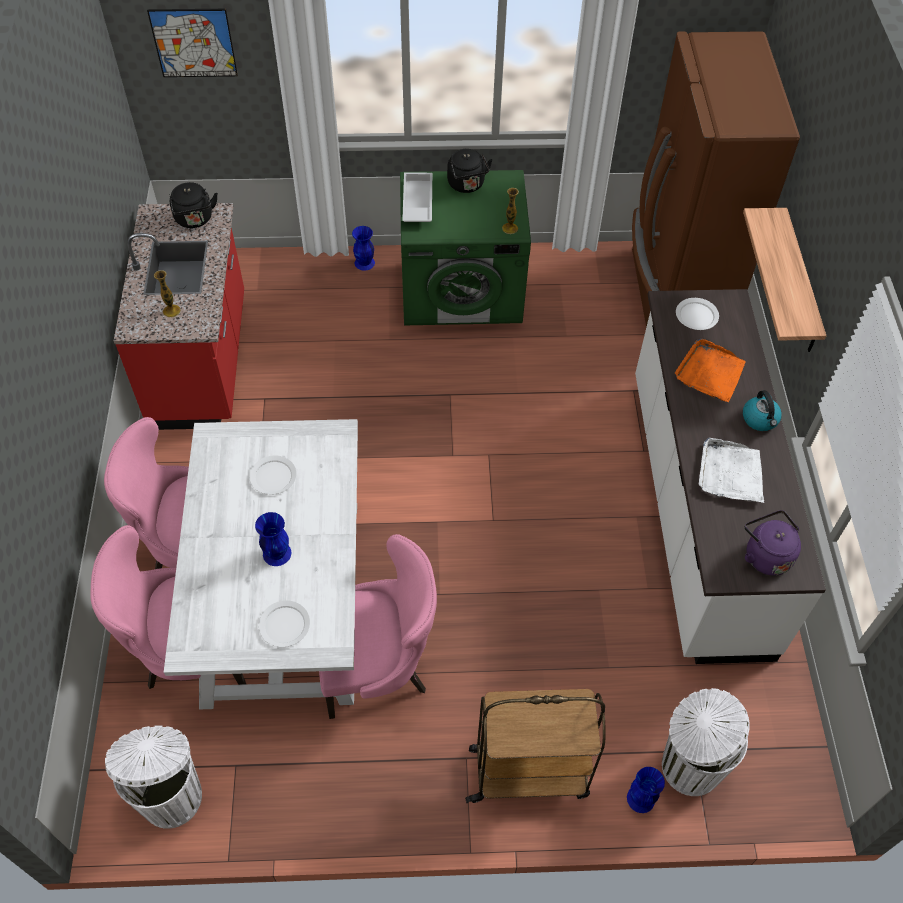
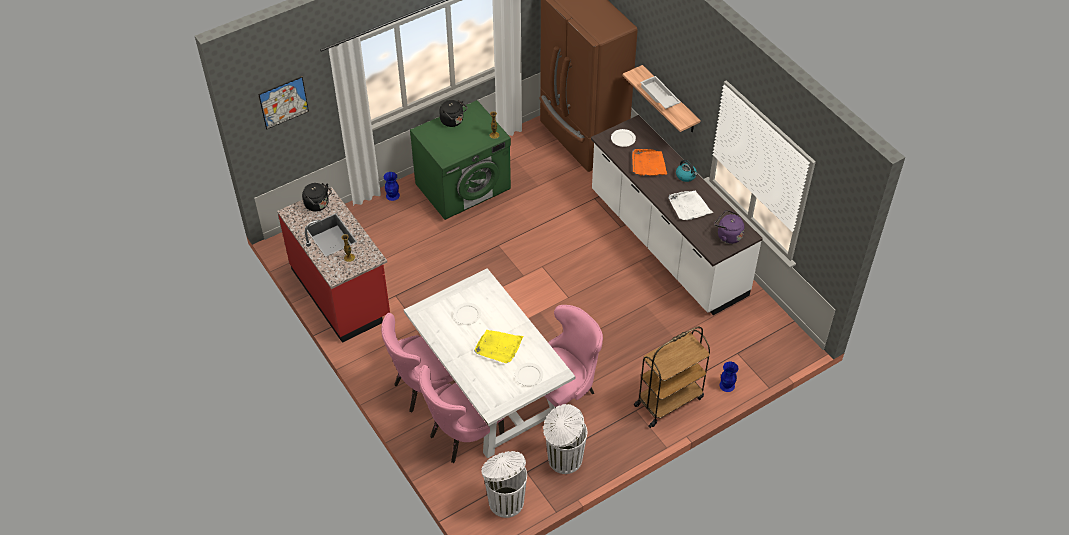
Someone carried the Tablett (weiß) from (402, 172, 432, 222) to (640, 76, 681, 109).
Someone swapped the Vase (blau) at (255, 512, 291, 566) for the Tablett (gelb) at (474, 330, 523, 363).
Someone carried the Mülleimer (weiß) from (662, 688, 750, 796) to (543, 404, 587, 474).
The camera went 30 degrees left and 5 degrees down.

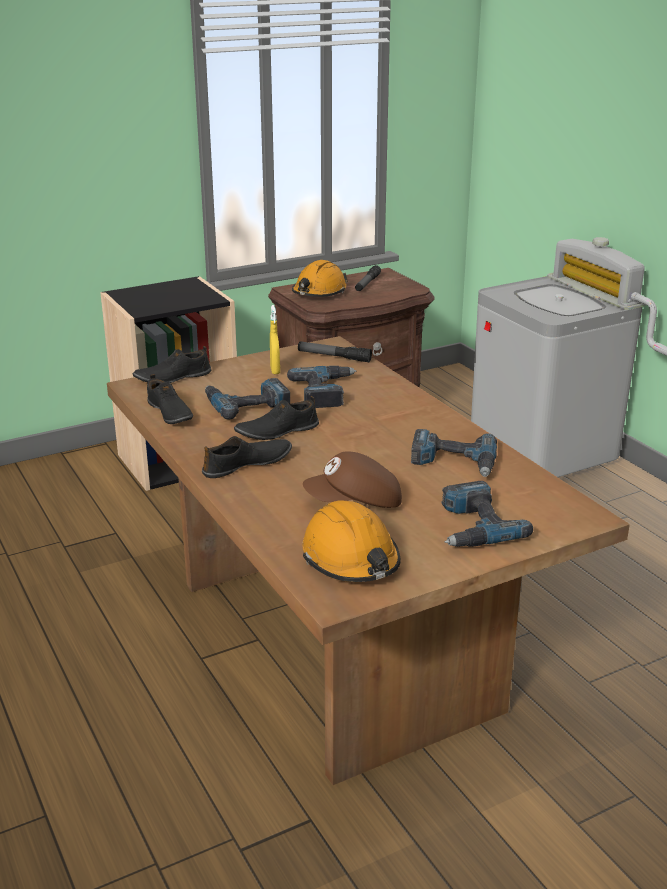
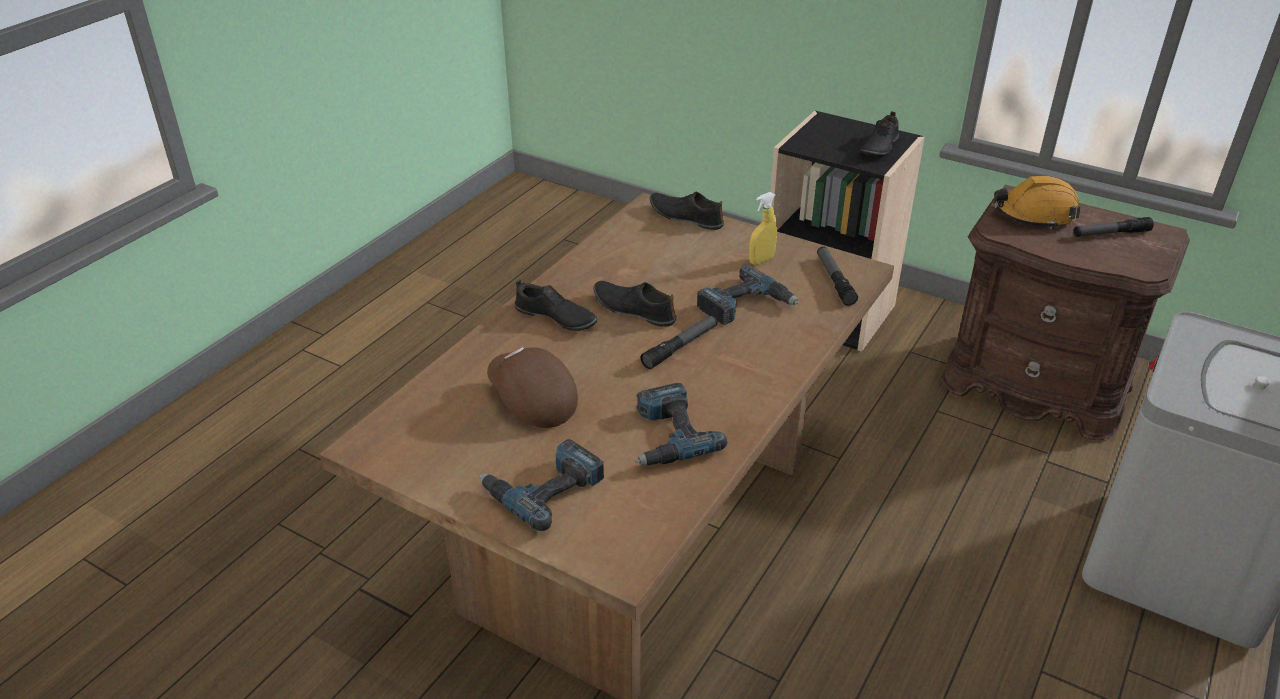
Someone carried the Schuh (schwarz) from (147, 374, 193, 424) to (860, 111, 899, 156).
Someone took away the Bohrmaschine at (205, 378, 290, 419).
Someone took away the Schutzhelm (orange) at (303, 500, 401, 582).
Someone put down the Taschenlampe at (640, 315, 718, 369).
The camera went 60 degrees right and 10 degrees up.

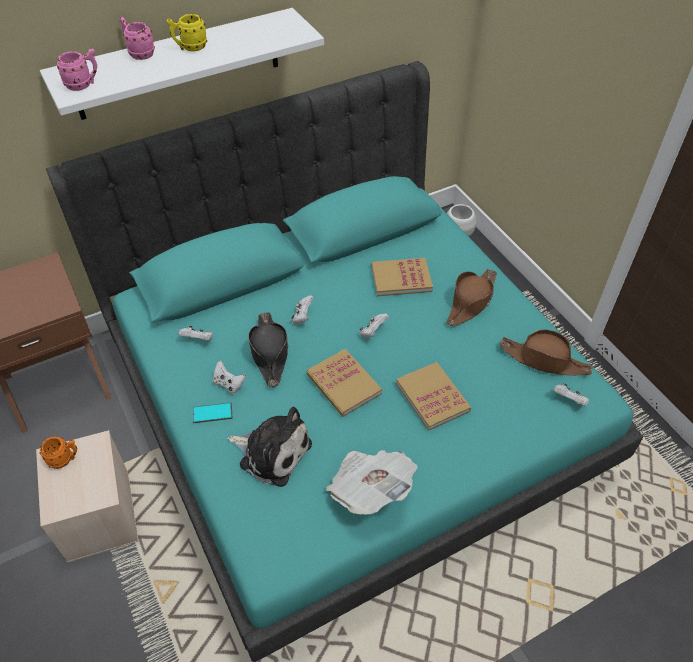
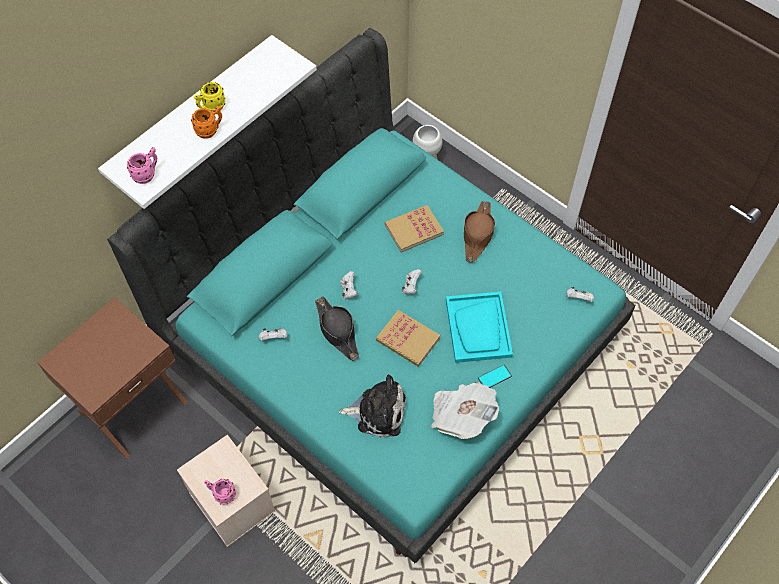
Someone carried the Henkelbecher (rosa) from (119, 17, 155, 60) to (204, 479, 236, 505).
Someone took away the Hut (braun) at (500, 330, 593, 375).
Someone took away the Gamepad (weiß) at (213, 361, 246, 394).
Someone swapped the Buch at (396, 362, 471, 431) for the Tablett (türkis) at (446, 292, 513, 363).
Someone carried the Handy from (193, 402, 232, 423) to (478, 364, 512, 388).
Someone carried the Henkelbecher (orange) from (39, 437, 77, 469) to (191, 105, 222, 139).
The camera went 20 degrees left and 10 degrees up.

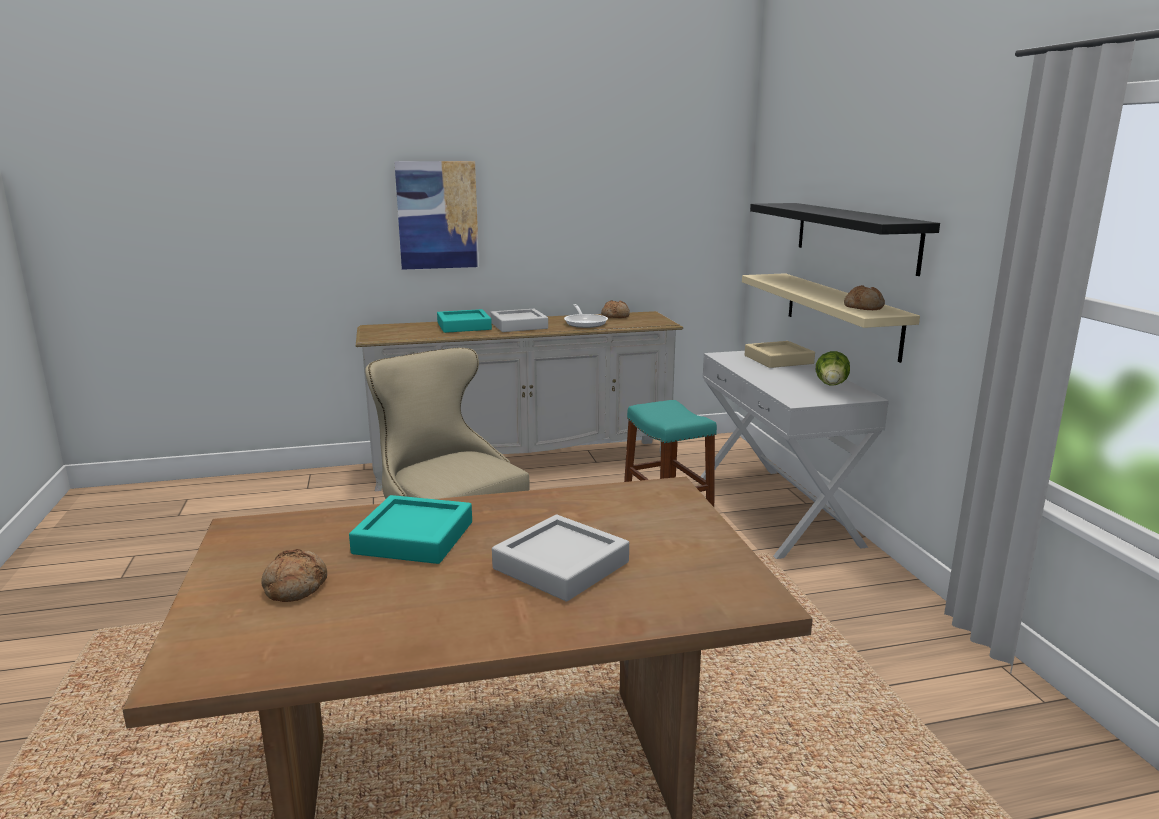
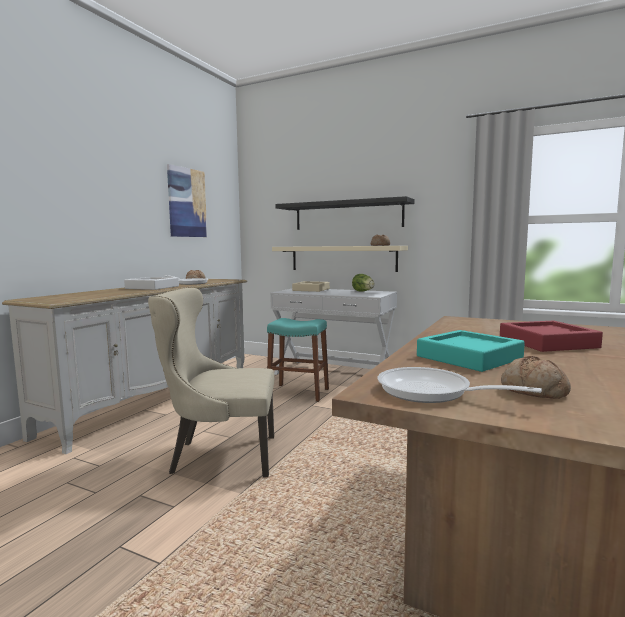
Someone carried the Bild from (394, 161, 479, 270) to (167, 164, 207, 237).
Someone took away the Tablett (türkis) at (437, 309, 492, 333).
Someone repainted the Tablett (grau) at (492, 515, 629, 601), which became the Tablett (rot) at (500, 320, 603, 352).
Someone put down the Pfanne at (378, 367, 542, 403).
The camera went 50 degrees left and 10 degrees down.

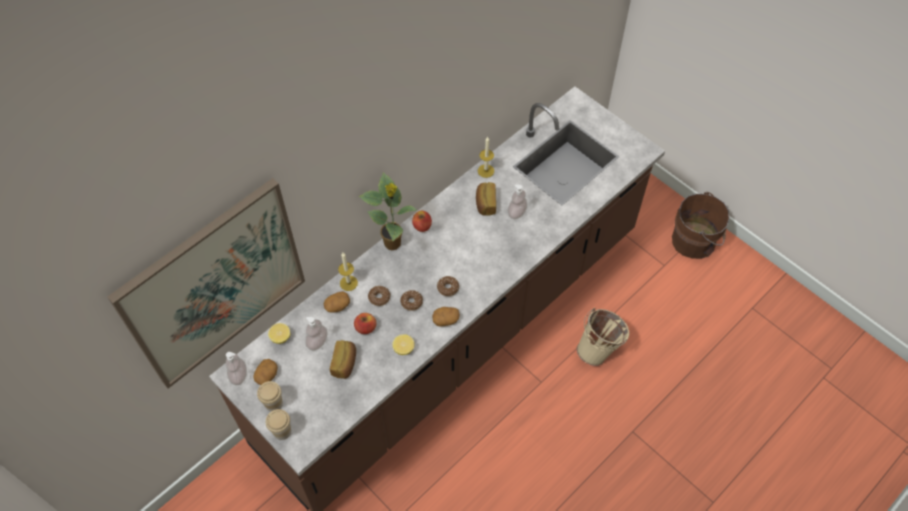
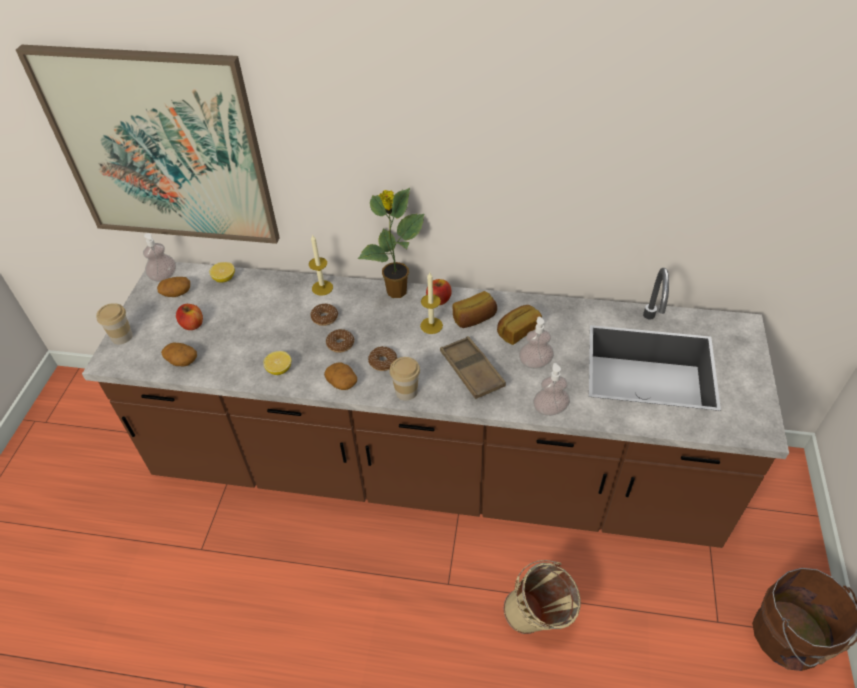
Someone carried the Kerze from (478, 137, 494, 178) to (420, 272, 443, 334).
Someone carried the Kartoffel from (324, 291, 350, 313) to (161, 342, 197, 366).
Someone carried the Apfel from (354, 313, 376, 334) to (176, 304, 203, 330).
Someone carried the Seifenspender from (305, 317, 327, 351) to (533, 363, 570, 416).
Someone carried the Brot from (330, 340, 356, 379) to (453, 291, 497, 328).
Someone carried the Tasse from (257, 381, 283, 412) to (390, 357, 420, 400).
Someone put down the Tablett (braun) at (440, 336, 506, 399).
The camera went 55 degrees right and 10 degrees down.

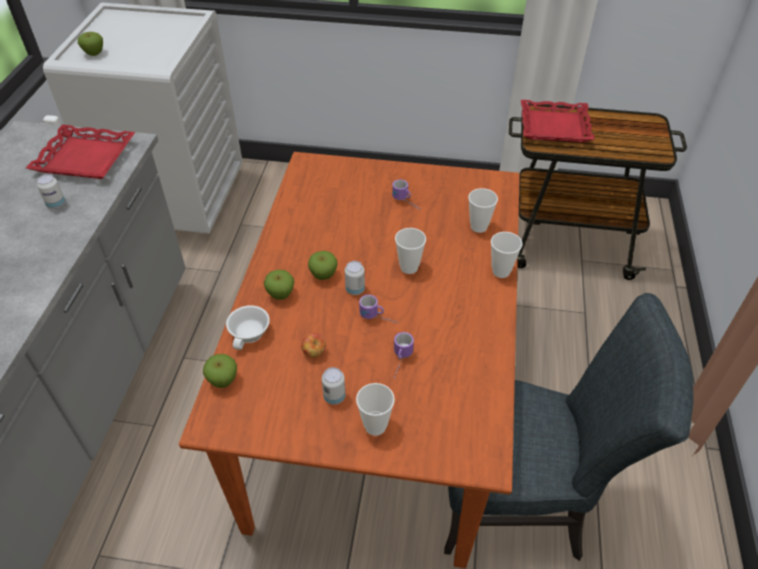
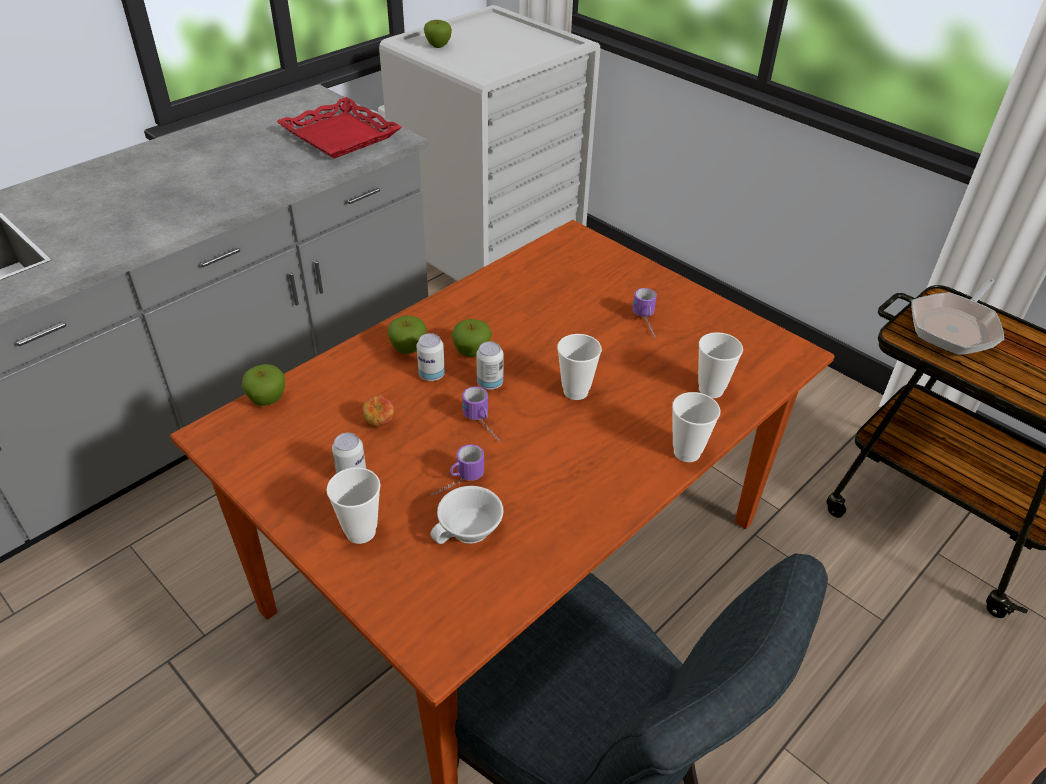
Someone swapped the Tablett (rot) at (521, 100, 595, 142) for the Pfanne at (911, 278, 1004, 355).
Someone carried the Dose from (37, 174, 65, 209) to (417, 333, 445, 381).
Someone carried the Tasse (weiß) from (226, 305, 270, 350) to (430, 486, 503, 544).
The camera went 35 degrees right and 5 degrees down.

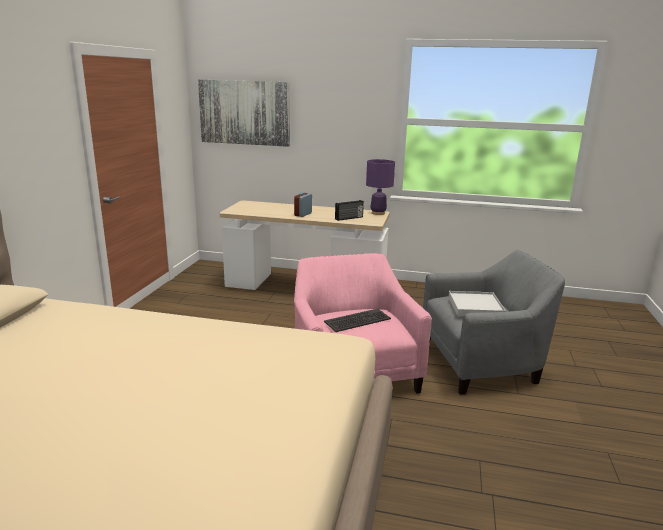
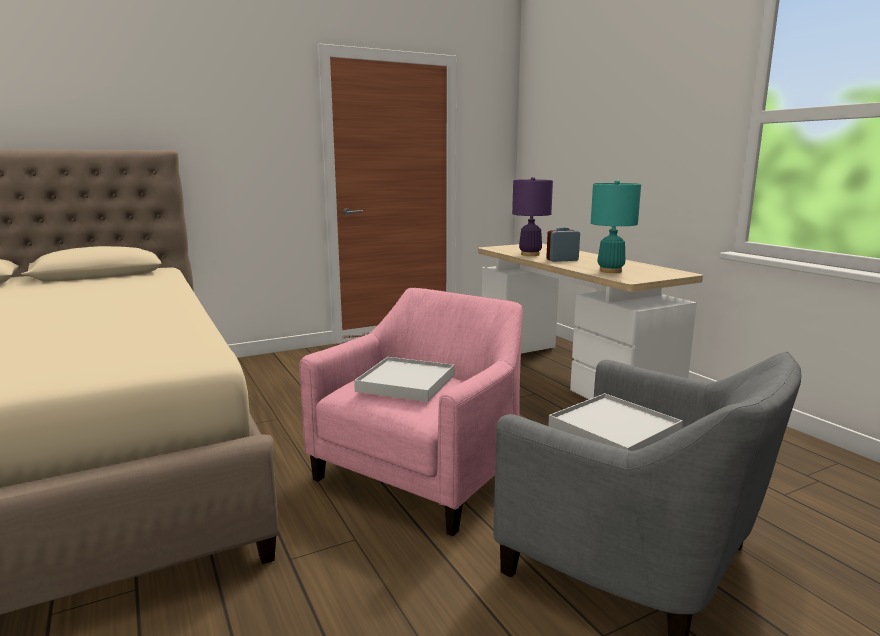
Someone took away the Bild at (198, 80, 290, 147).
Someone carried the Tischlampe (lila) from (366, 159, 395, 215) to (512, 177, 553, 256).
Someone swapped the Radio at (335, 200, 364, 221) for the Tischlampe (türkis) at (591, 180, 641, 273).
Someone swapped the Tastatur at (324, 309, 391, 332) for the Tablett (weiß) at (354, 357, 454, 402).
The camera went 50 degrees right and 5 degrees down.

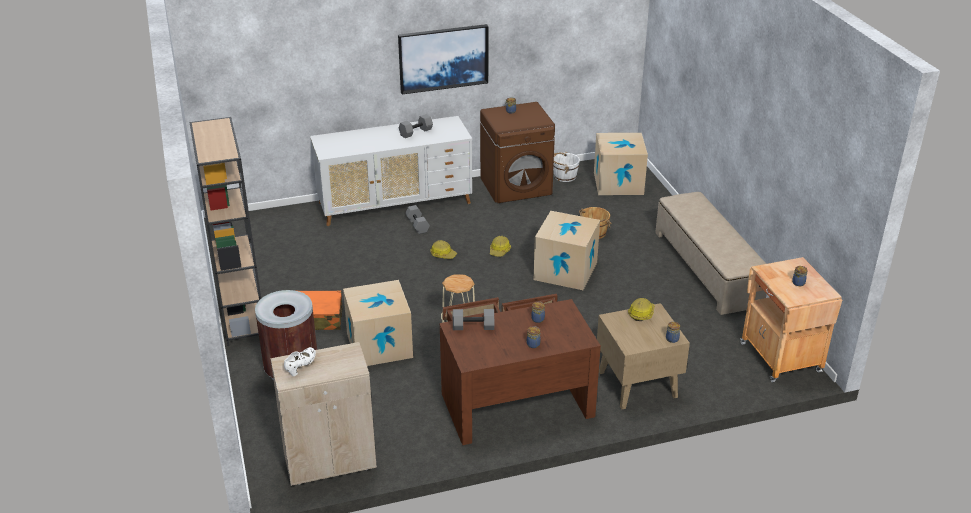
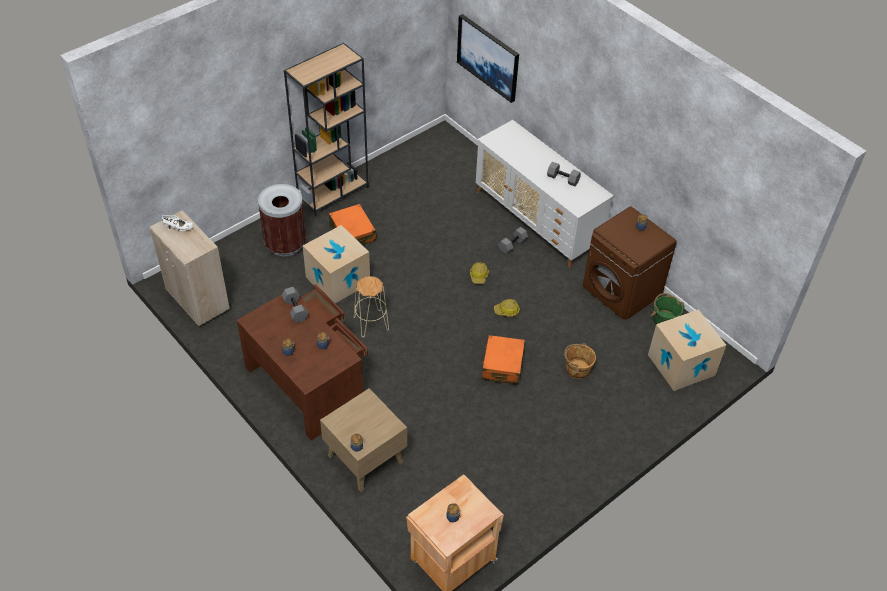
Someone carried the Bild from (398, 24, 488, 94) to (457, 14, 519, 103).
Someone repainted the Eimer (weiß) at (553, 152, 580, 182), which became the Eimer (grün) at (650, 293, 685, 324).
Someone took away the Bank (beige) at (655, 192, 767, 315).
Someone swapped the Karton at (534, 211, 600, 290) for the Koffer (orange) at (482, 335, 525, 384).
Someone took away the Schutzhelm at (628, 298, 655, 321).
The camera went 65 degrees right and 15 degrees up.

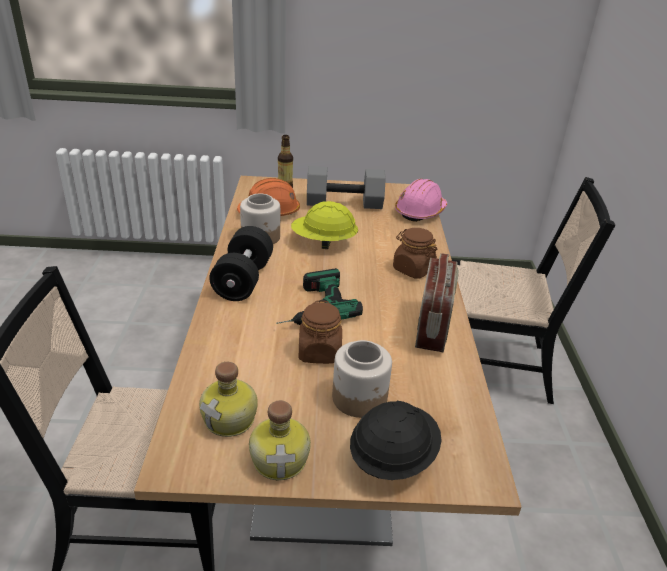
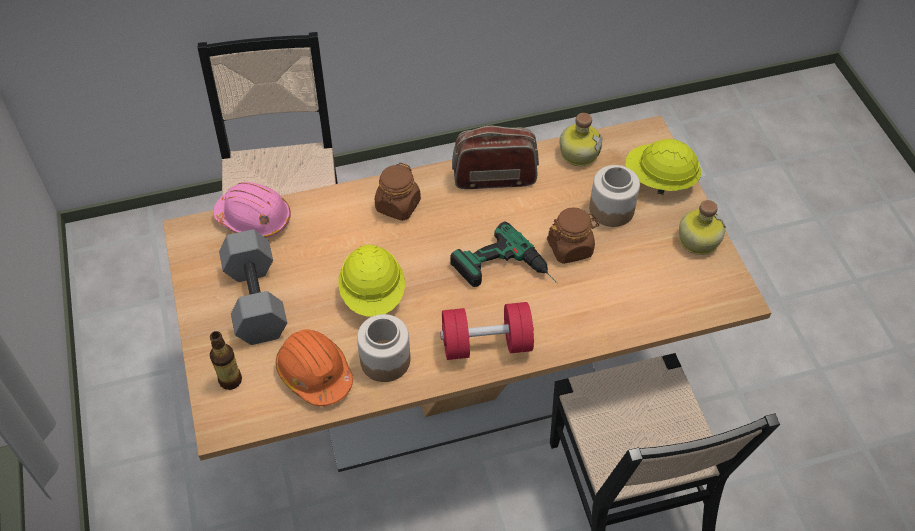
Someone repainted the Hantel (schwarz) at (209, 226, 273, 301), which became the Hantel (rot) at (440, 302, 534, 360).
Someone carried the Flasche from (199, 362, 258, 437) to (559, 113, 602, 166).
Someone repainted the Schutzhelm (schwarz) at (350, 401, 442, 480), which became the Schutzhelm (gelb) at (625, 139, 701, 195).
The camera went 105 degrees left and 20 degrees up.

